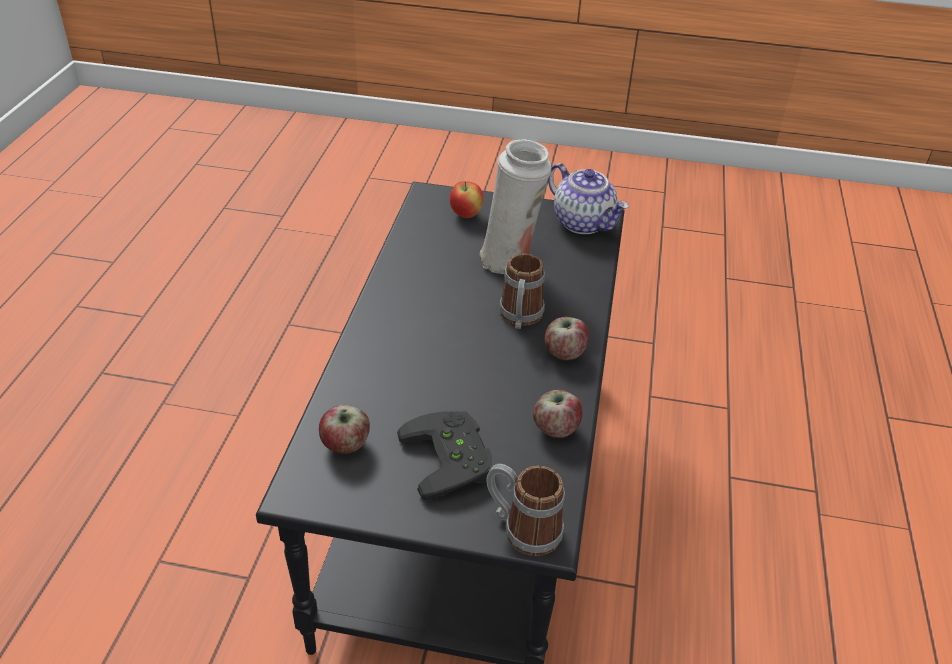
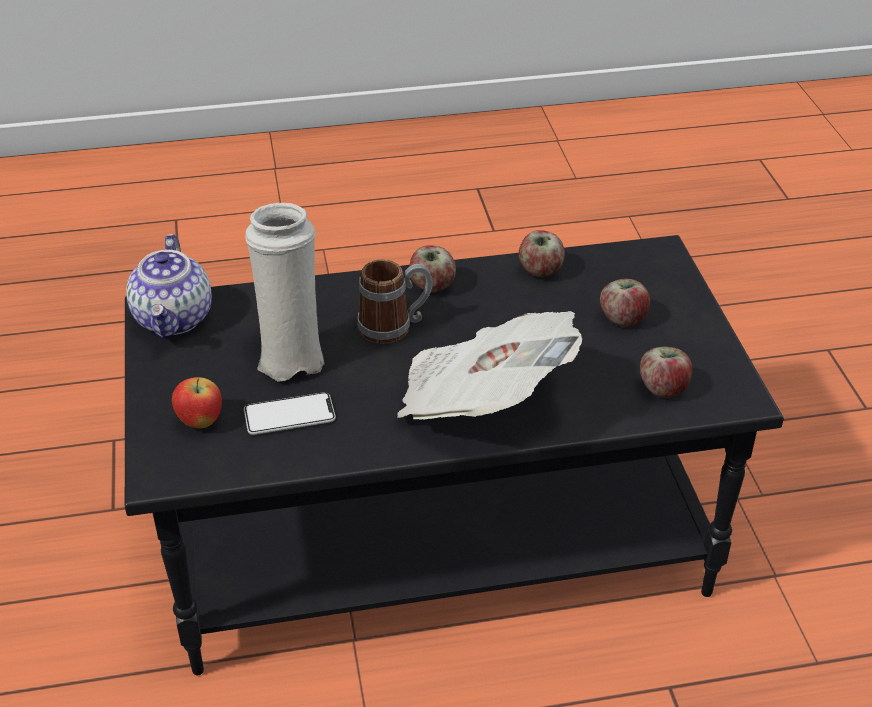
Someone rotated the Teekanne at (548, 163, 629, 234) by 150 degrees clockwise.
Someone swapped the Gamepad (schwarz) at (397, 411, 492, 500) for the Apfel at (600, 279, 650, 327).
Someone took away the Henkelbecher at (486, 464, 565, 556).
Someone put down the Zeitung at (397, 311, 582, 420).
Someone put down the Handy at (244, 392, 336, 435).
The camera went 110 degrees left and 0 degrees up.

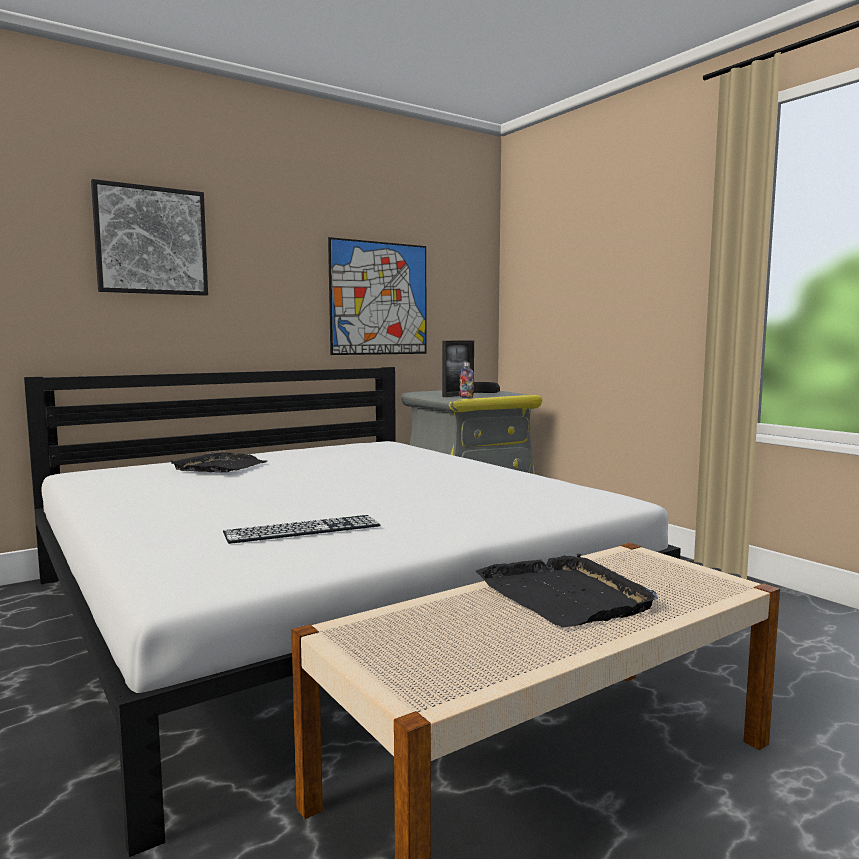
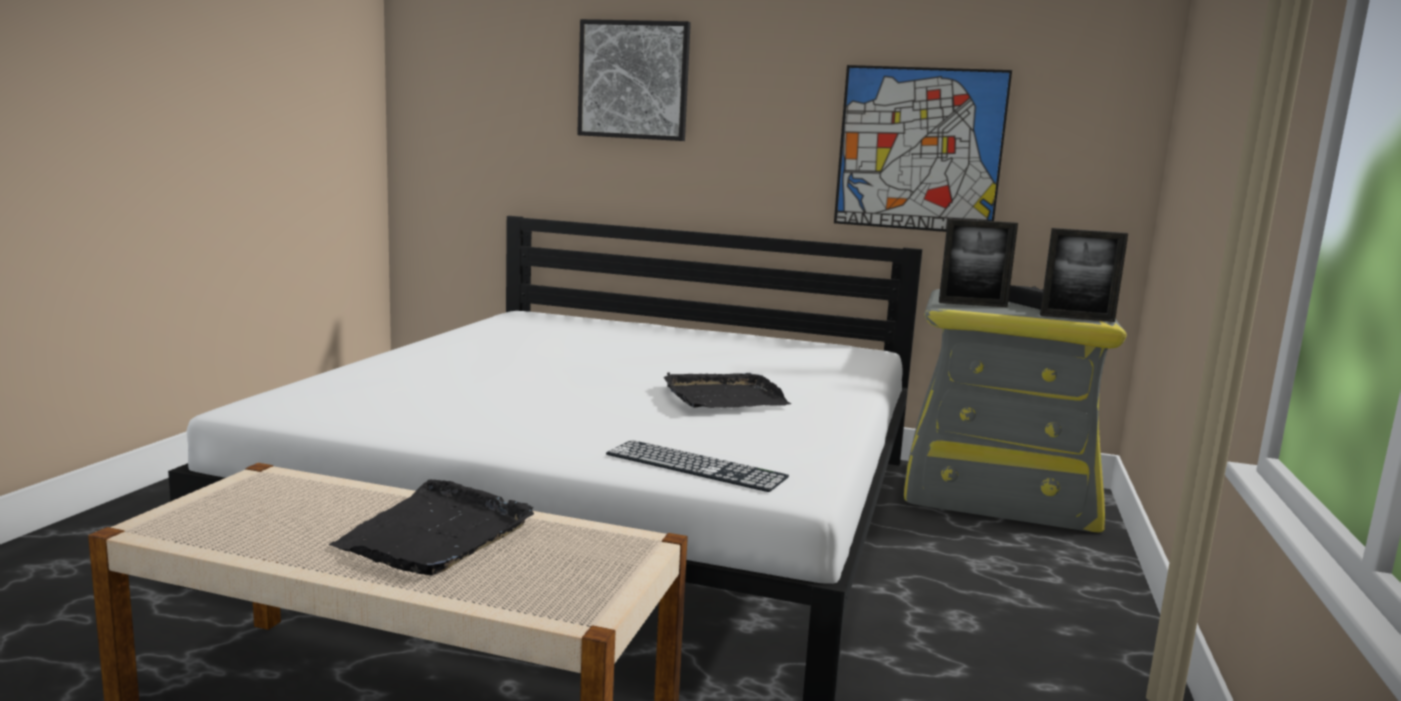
Someone took away the Flasche at (460, 362, 474, 398).
Someone carried the Tablett (schwarz) from (171, 452, 267, 472) to (664, 372, 791, 408).
Someone carried the Tastatur from (223, 515, 380, 544) to (606, 440, 789, 492).
Someone put down the Bilderrahmen at (1040, 228, 1128, 322).
The camera went 50 degrees right and 5 degrees up.

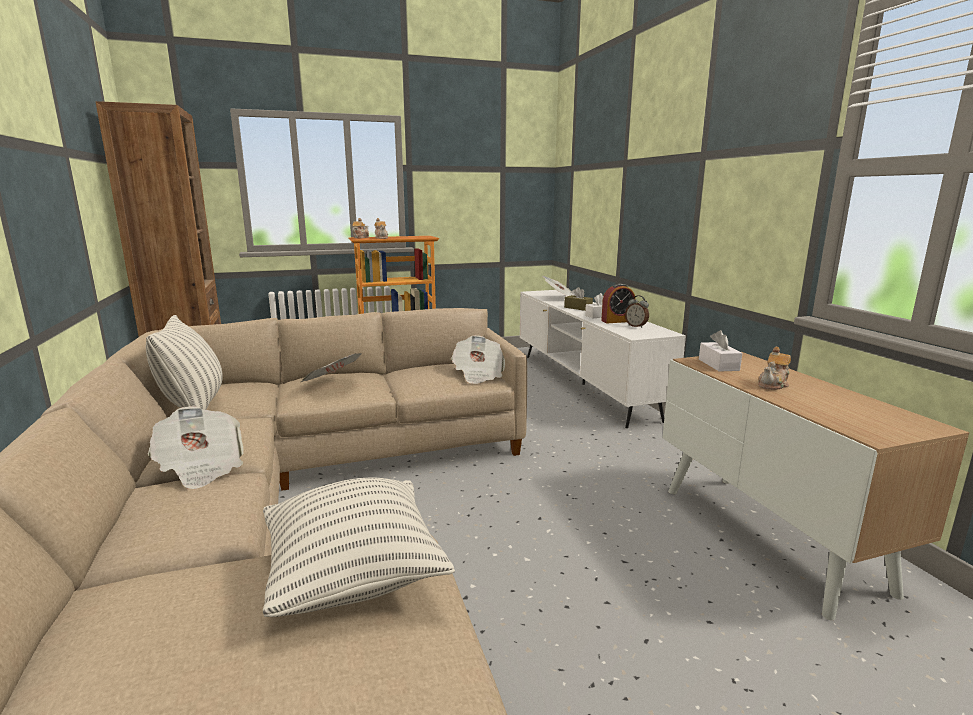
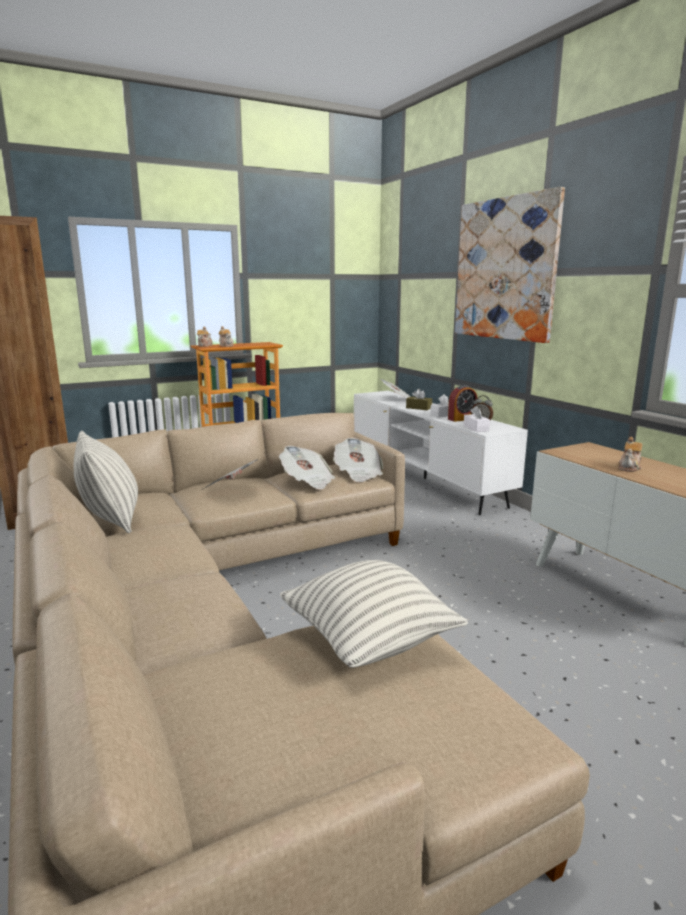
Someone carried the Taschentuchbox (weiß) from (699, 330, 742, 372) to (464, 406, 490, 432).
Someone carried the Zeitung from (148, 406, 244, 489) to (279, 446, 335, 490).
Someone put up the Bild at (455, 187, 565, 343).
The camera went 10 degrees left and 0 degrees up.

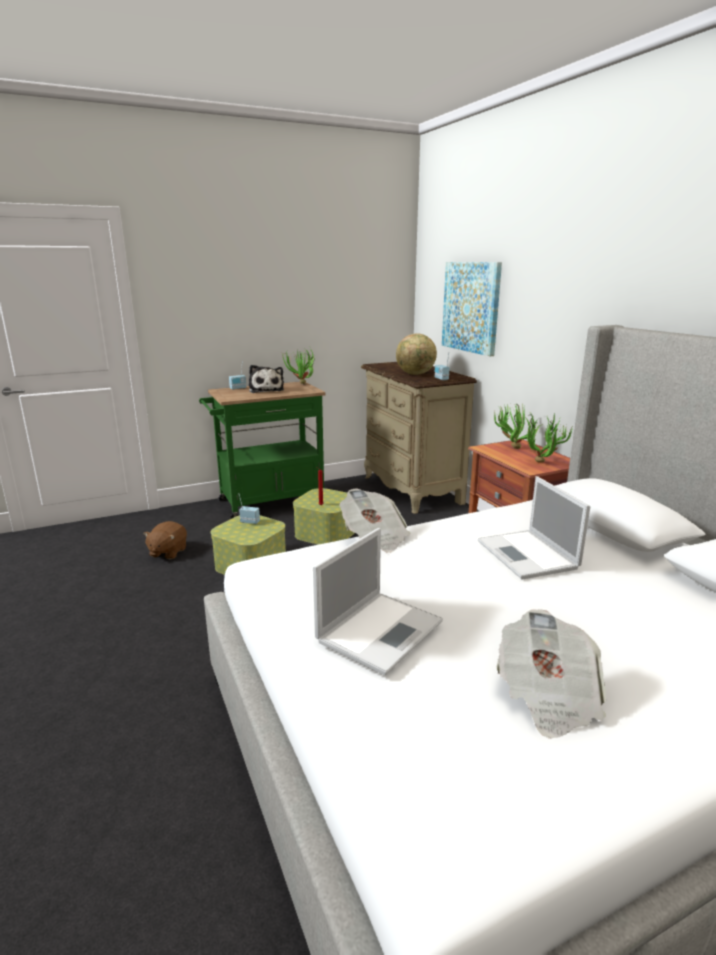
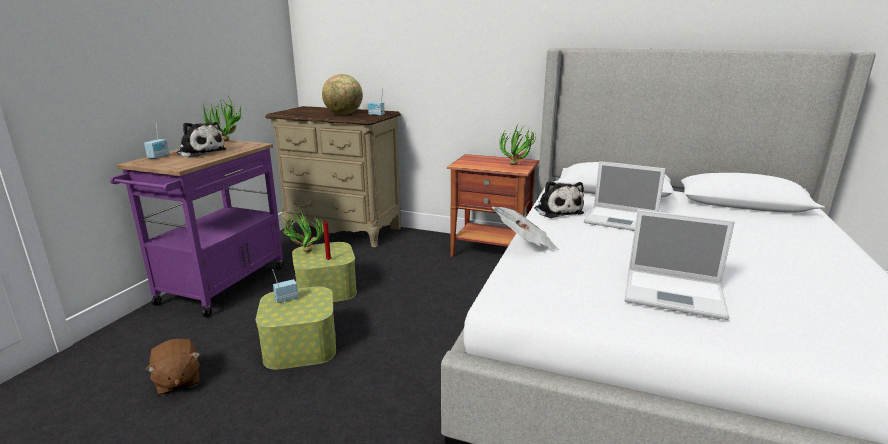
Someone took away the Bild at (442, 262, 502, 356).
Someone repainted the Rollwagen (grün) at (199, 382, 325, 519), which became the Rollwagen (lila) at (110, 140, 284, 318).
Someone carried the Topfpflanze from (494, 403, 536, 449) to (281, 209, 323, 252).
Someone rotated the Laptop at (313, 528, 443, 676) by 120 degrees clockwise.
Someone took away the Zeitung at (496, 609, 606, 739).
Someone put down the Plüschtier at (535, 181, 584, 218).
The camera went 45 degrees left and 0 degrees up.

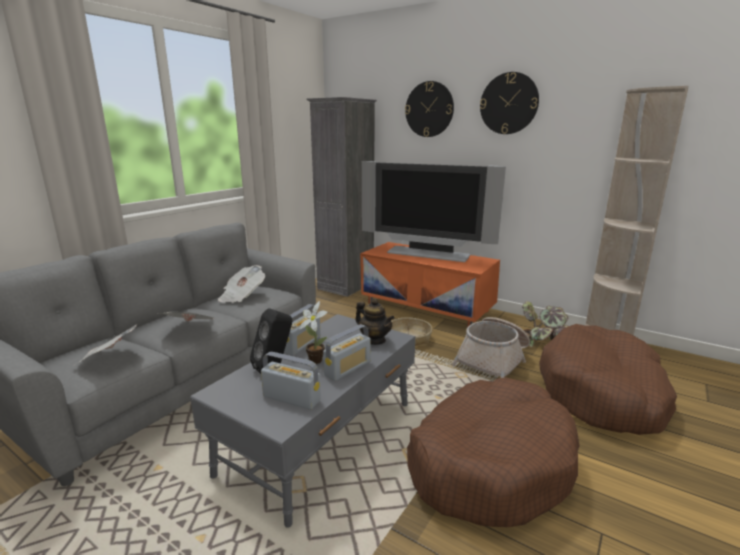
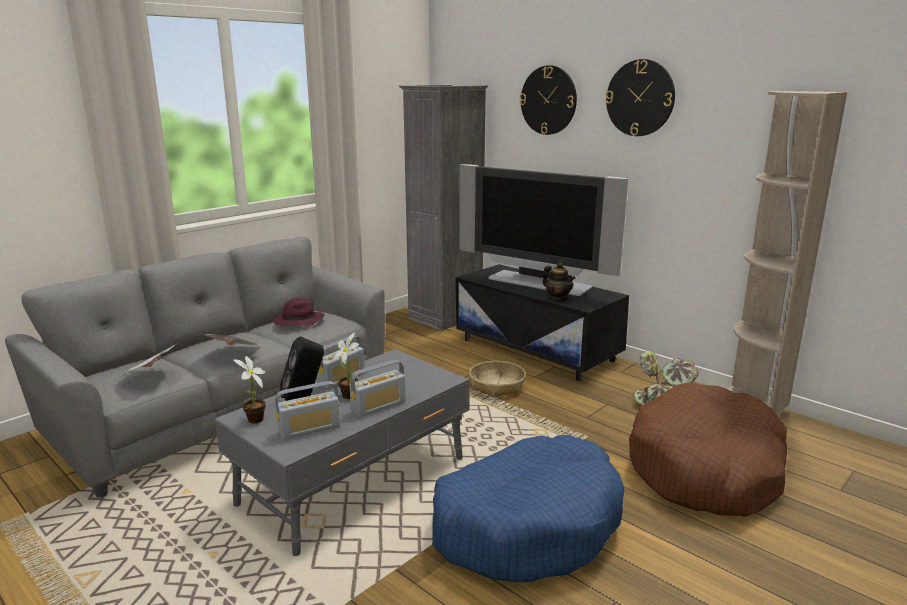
Someone repainted the Fernsehschrank (orange) at (360, 242, 500, 327), which became the Fernsehschrank (schwarz) at (455, 264, 629, 381).
Someone swapped the Zeitung at (218, 265, 265, 303) for the Hut (lila) at (273, 298, 324, 327).
Someone carried the Teekanne from (356, 298, 395, 345) to (543, 262, 576, 302).
Someone took away the Korb at (452, 317, 530, 378).
Someone rotated the Radio at (261, 352, 321, 410) by 120 degrees clockwise.
Someone repainted the Hundebett (braun) at (407, 378, 579, 527), which became the Hundebett (blau) at (432, 435, 624, 583).
Someone put down the Topfpflanze at (234, 356, 266, 424).
The camera went 10 degrees right and 0 degrees up.

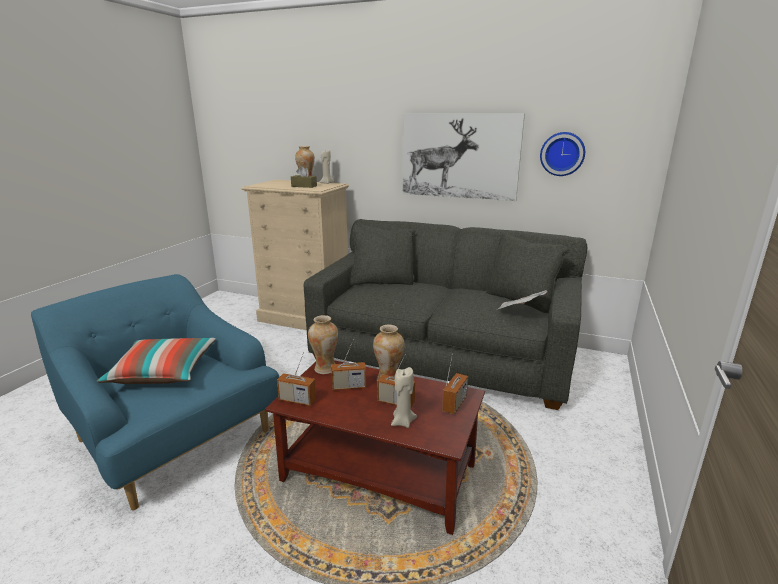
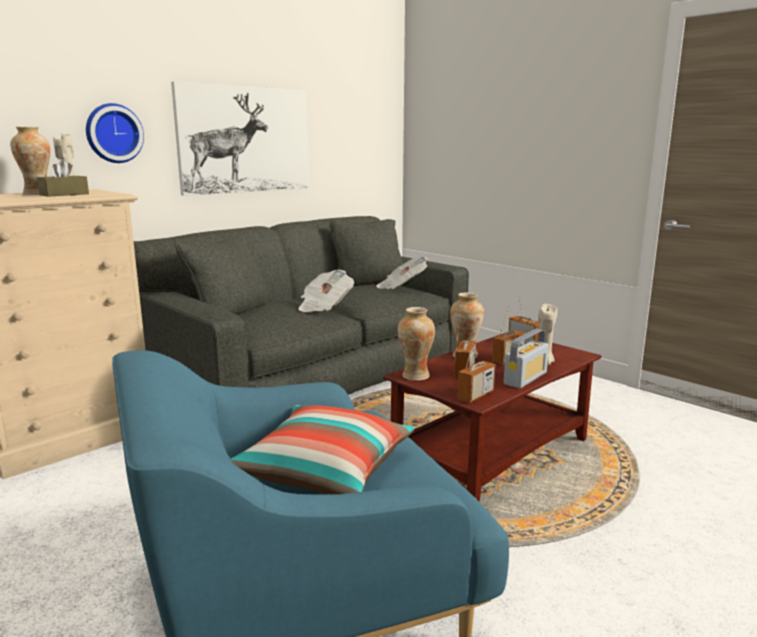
Someone carried the Wanduhr from (540, 132, 585, 176) to (86, 103, 144, 163).
Someone put down the Zeitung at (298, 270, 354, 312).
Someone put down the Radio at (504, 329, 549, 389).
The camera went 65 degrees left and 5 degrees down.

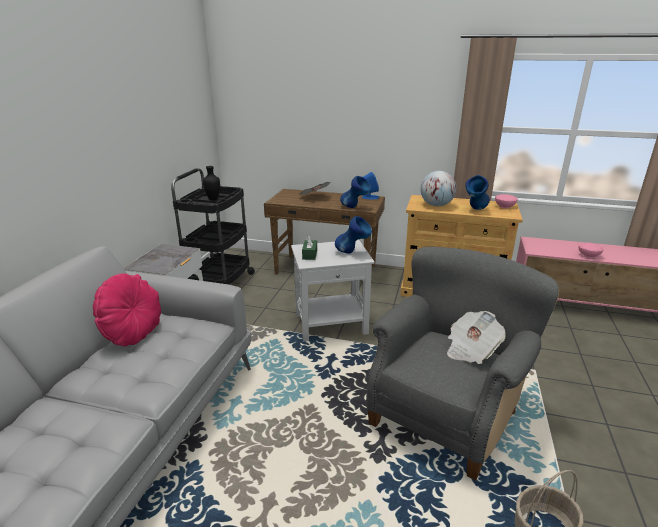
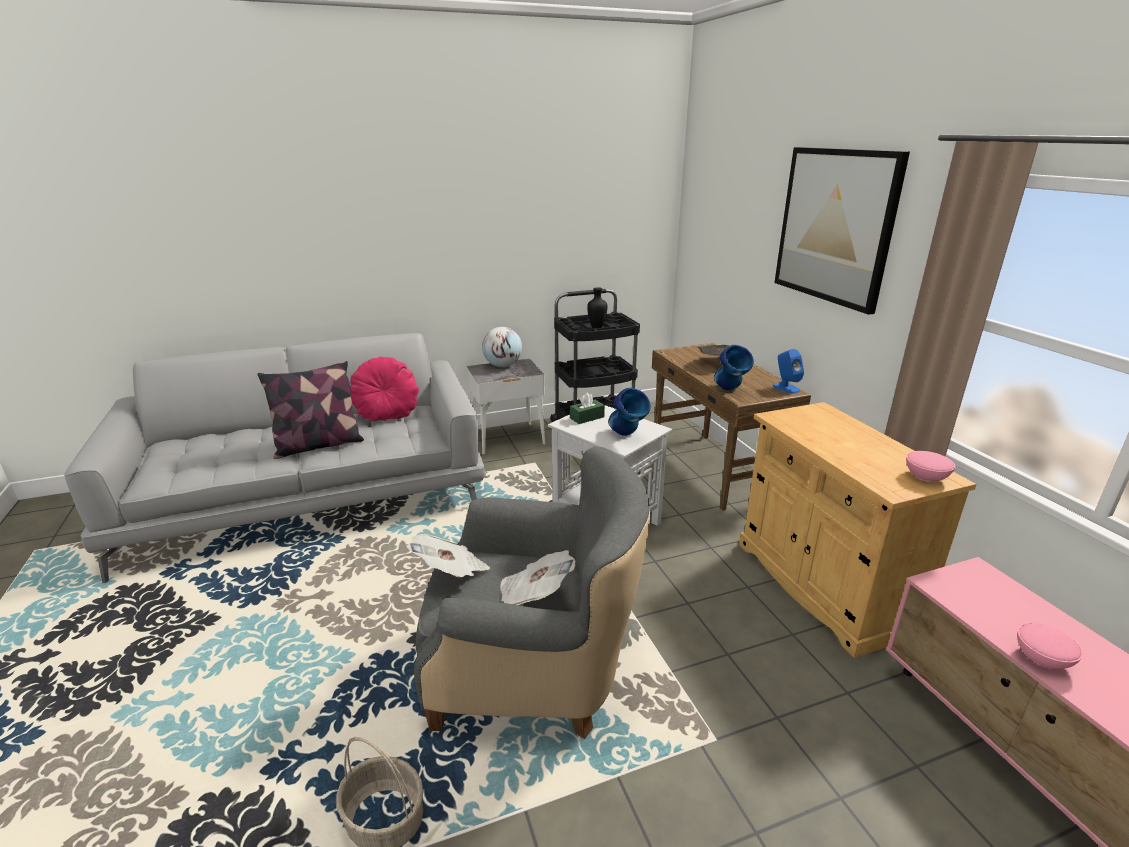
Someone carried the Globus from (420, 171, 456, 206) to (482, 327, 522, 367).
Someone took away the Vase (blau) at (465, 175, 490, 210).
Someone put up the Bild at (774, 147, 910, 315).
Someone put down the Kissen at (258, 361, 364, 459).
Someone put down the Zeitung at (406, 534, 490, 577).
The camera went 55 degrees right and 0 degrees up.

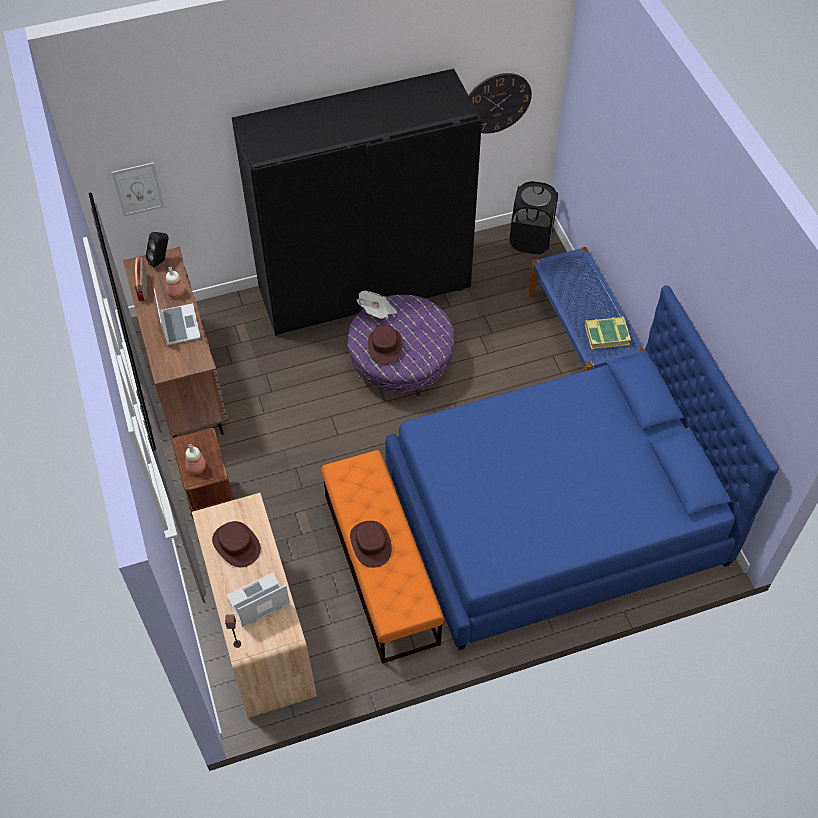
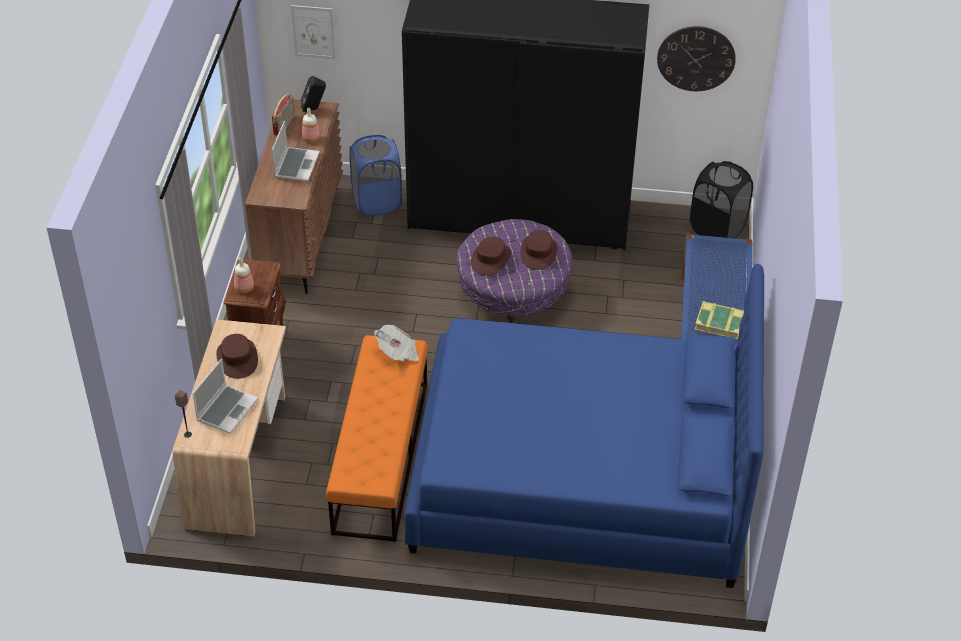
Someone carried the Zeitung from (357, 290, 397, 319) to (374, 325, 419, 362).
Someone carried the Hut (braun) from (350, 521, 392, 568) to (520, 230, 557, 270).
Someone rotated the Laptop at (226, 572, 290, 627) by 120 degrees clockwise.
Someone put down the Wäschekorb (blau) at (349, 135, 402, 216).
The camera went 25 degrees right and 10 degrees down.

